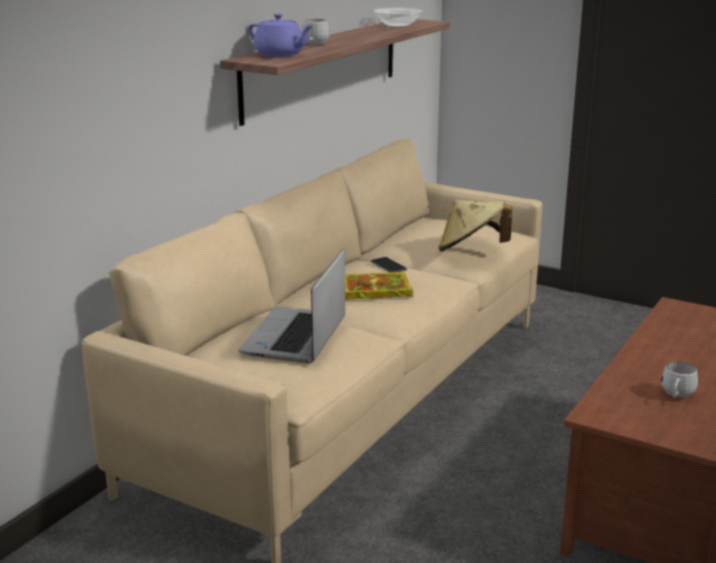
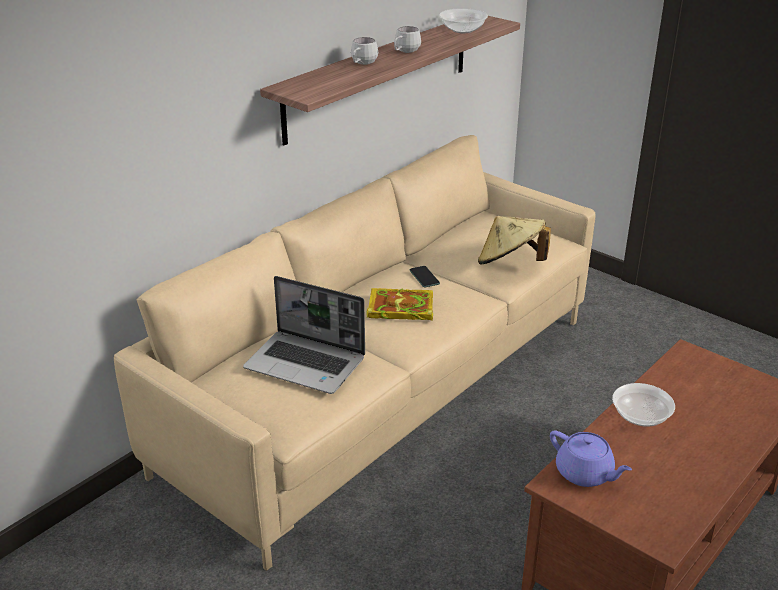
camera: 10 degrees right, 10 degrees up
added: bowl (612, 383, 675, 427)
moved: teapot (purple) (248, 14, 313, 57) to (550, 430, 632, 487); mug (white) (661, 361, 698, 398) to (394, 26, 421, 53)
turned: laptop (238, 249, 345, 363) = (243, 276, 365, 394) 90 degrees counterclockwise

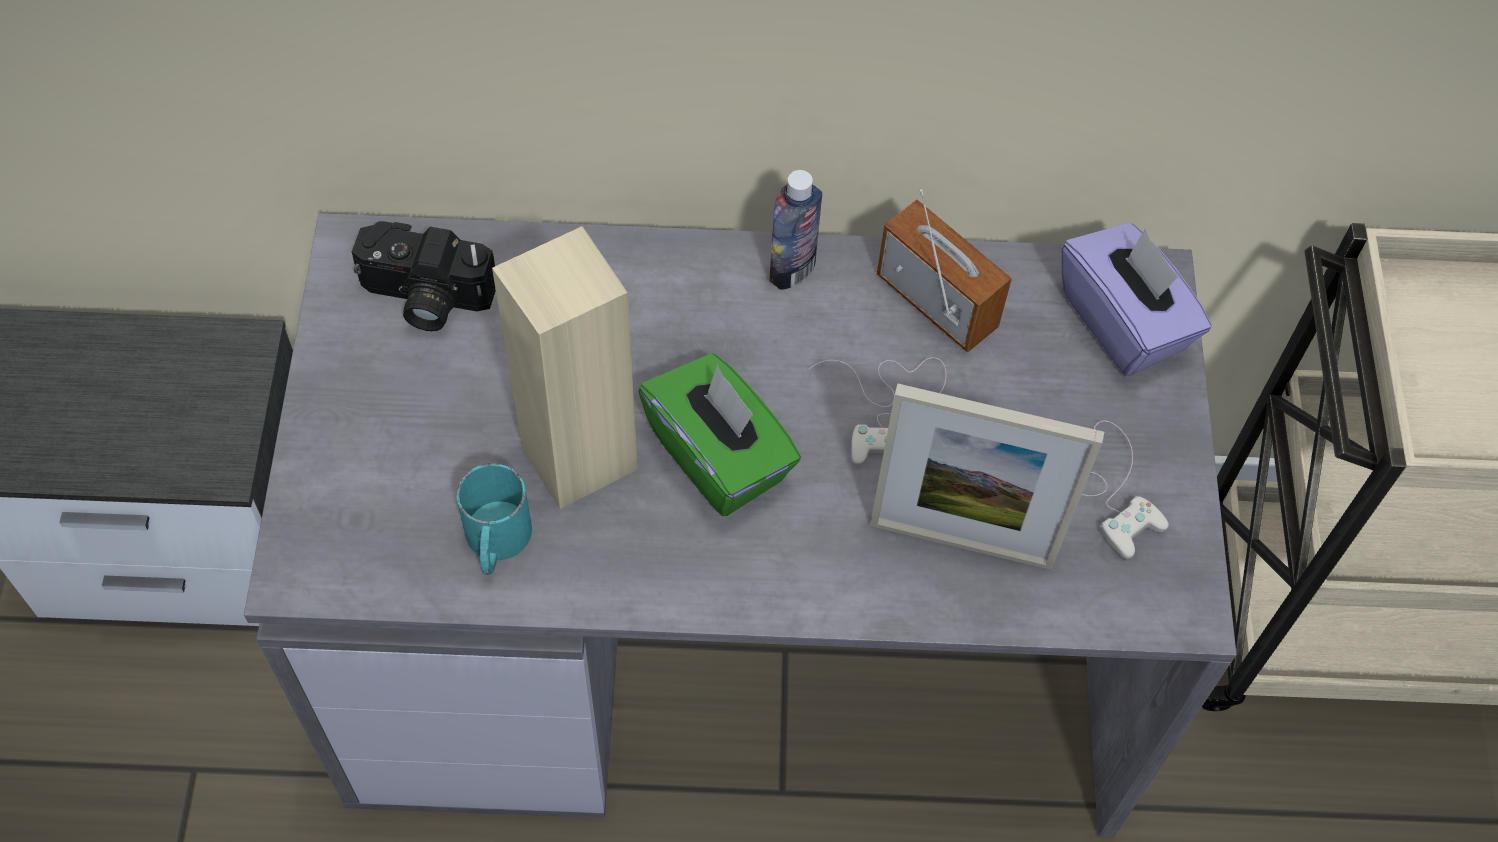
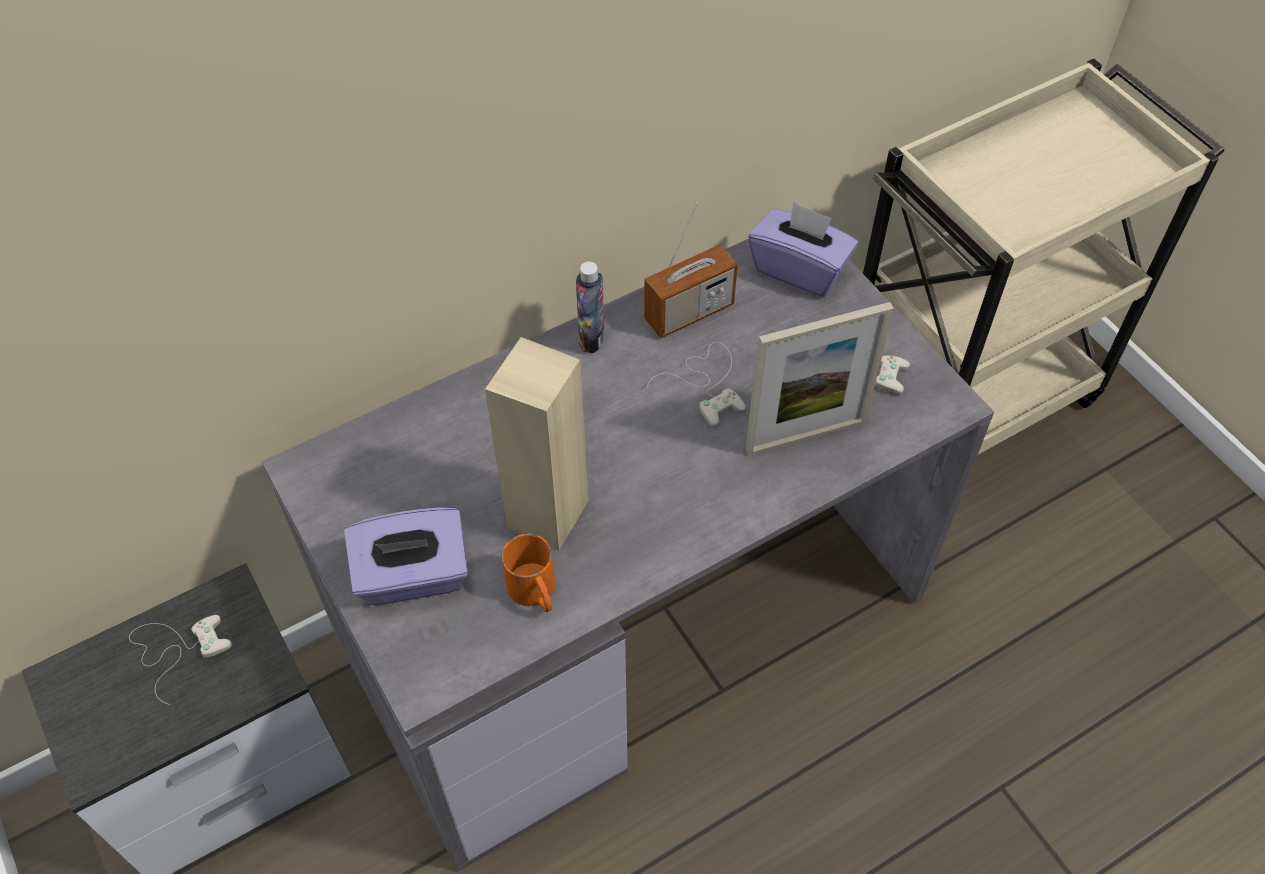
camera: 30 degrees left, 5 degrees down
removed: photo camera (352, 221, 496, 331); tissue box (green) (638, 353, 801, 516)
added: tissue box (purple) (344, 507, 468, 605); game controller (white) (129, 615, 232, 705)
recoloured: mug (turquoise) (456, 463, 532, 575) to mug (orange) (501, 534, 555, 612)
turned: radio (877, 189, 1012, 352) = (644, 202, 738, 338) 135 degrees clockwise

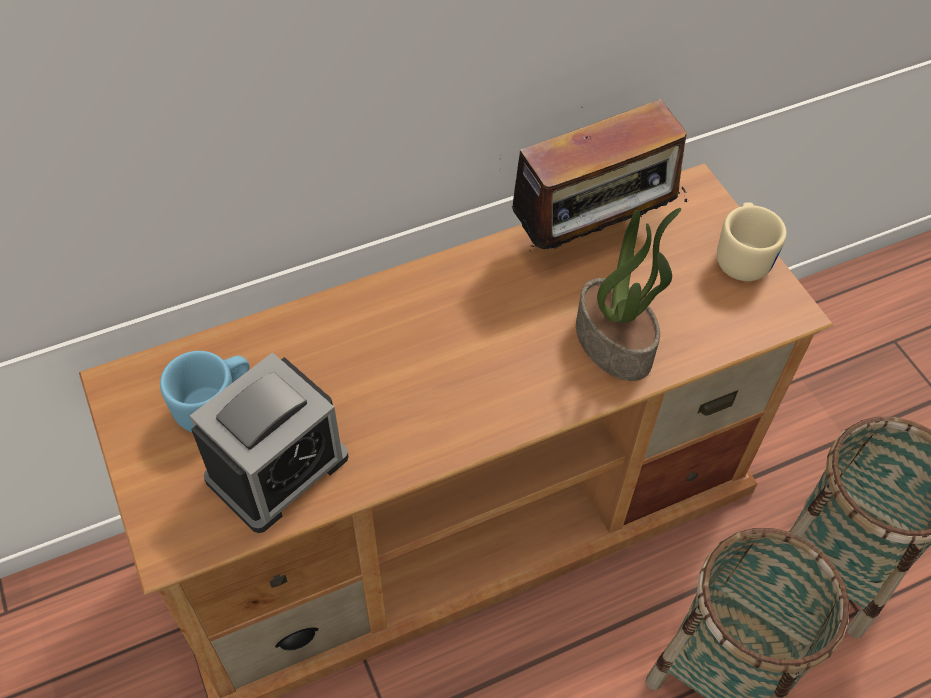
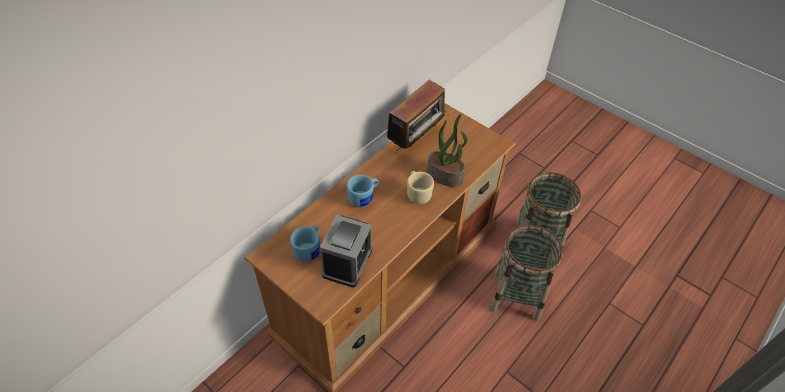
camera: 25 degrees left, 5 degrees down
added: mug (blue) (347, 175, 379, 207)
moved: mug (beige) (717, 202, 786, 281) to (407, 171, 434, 204)

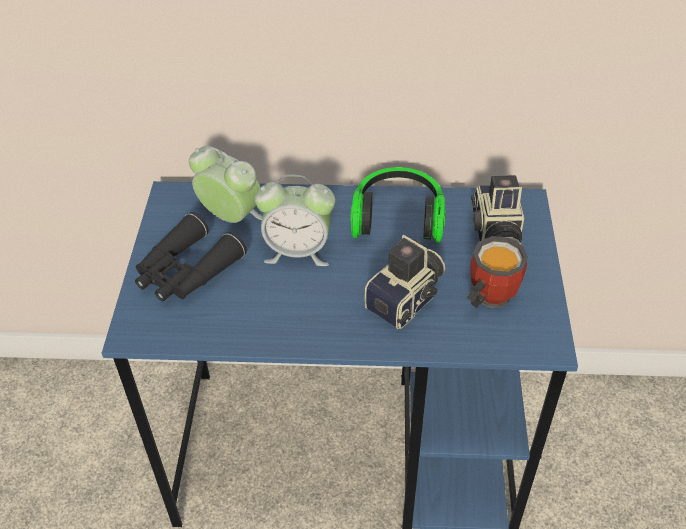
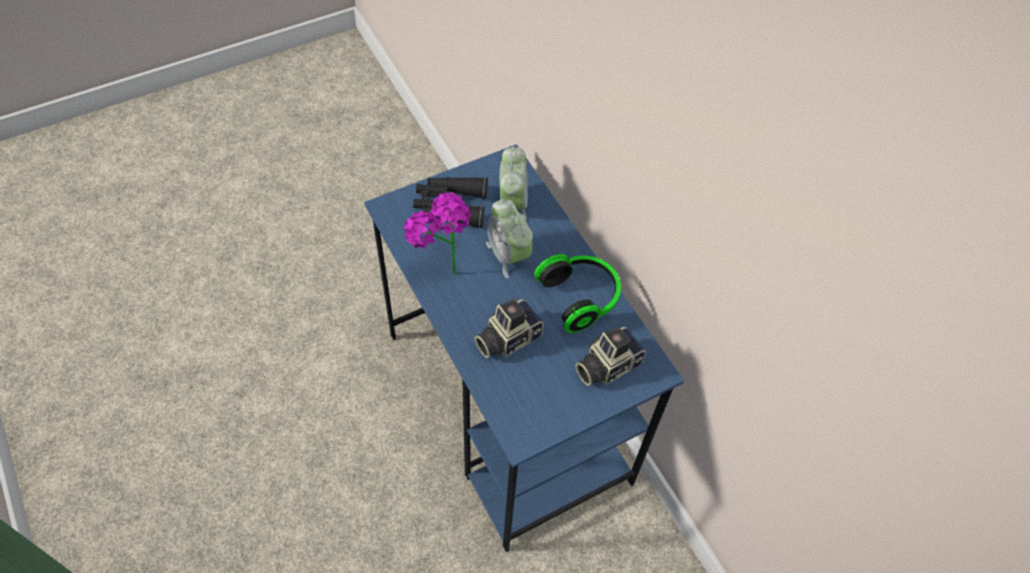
camera: 55 degrees right, 10 degrees up
removed: mug (467, 236, 528, 308)
added: potted plant (404, 192, 471, 274)
turned: photo camera (364, 235, 445, 329) = (475, 299, 544, 358) 135 degrees clockwise

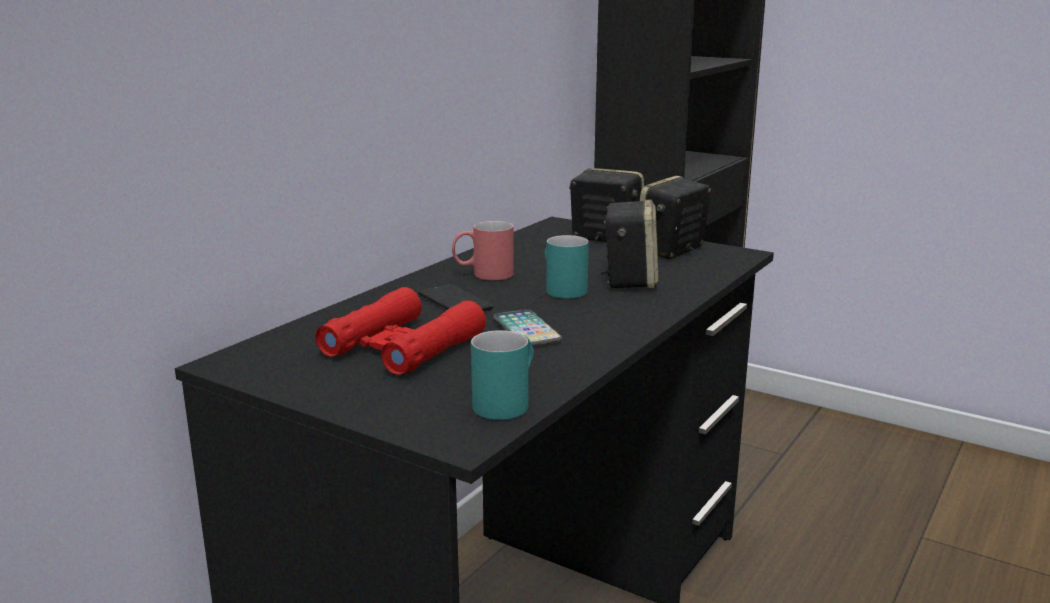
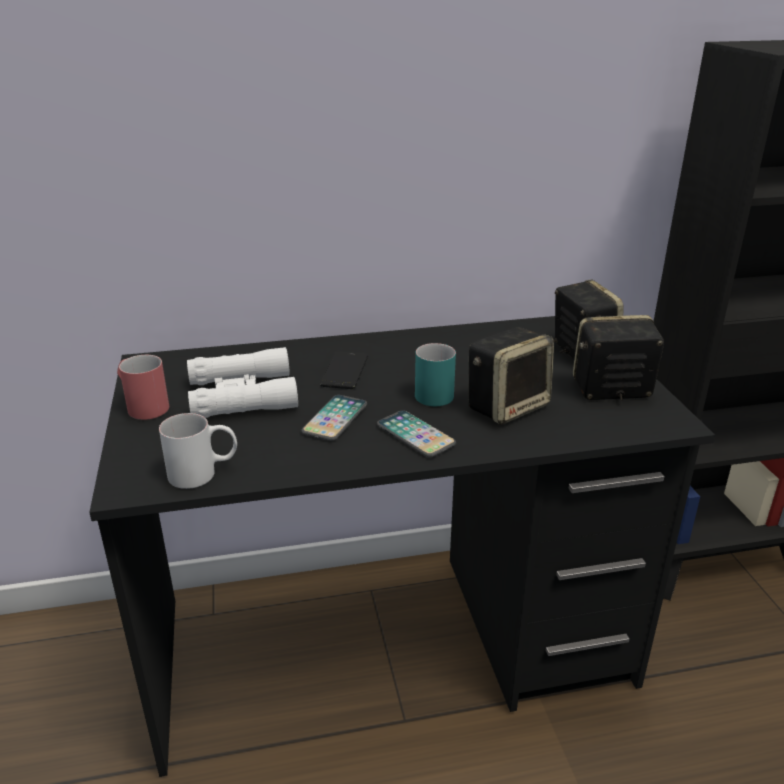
camera: 45 degrees right, 10 degrees up
added: phone (377, 410, 456, 457)
moved: mug (red) (452, 221, 514, 280) to (117, 355, 169, 420)
recoloured: binoculars (red) (315, 287, 486, 375) to binoculars (white) (187, 347, 298, 418); mug (turquoise) (471, 330, 534, 420) to mug (white) (159, 413, 237, 489)

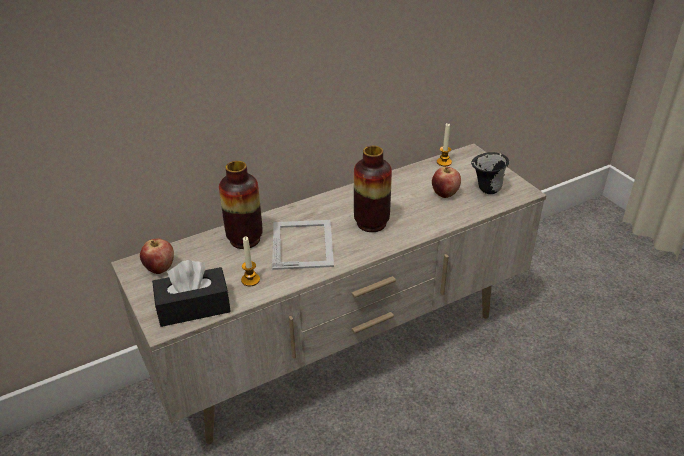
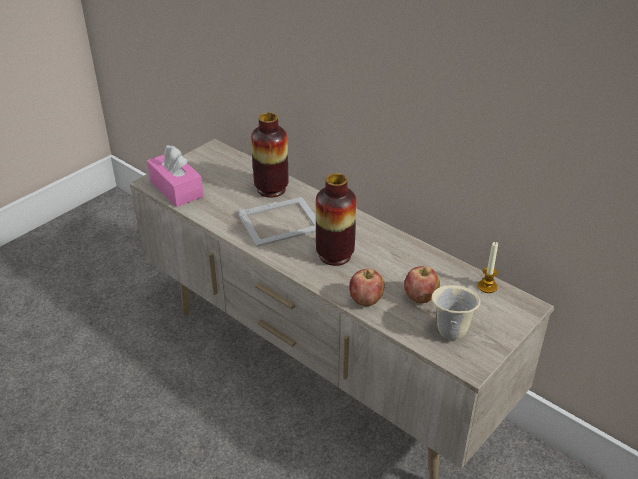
camera: 70 degrees right, 0 degrees up
removed: candle (241, 236, 260, 286)
moved: apple (140, 239, 174, 274) to (349, 269, 384, 306)
recoloured: mug (black) (471, 152, 509, 194) to mug (beige) (431, 285, 480, 340); tissue box (black) (152, 260, 231, 327) to tissue box (pink) (147, 145, 204, 207)

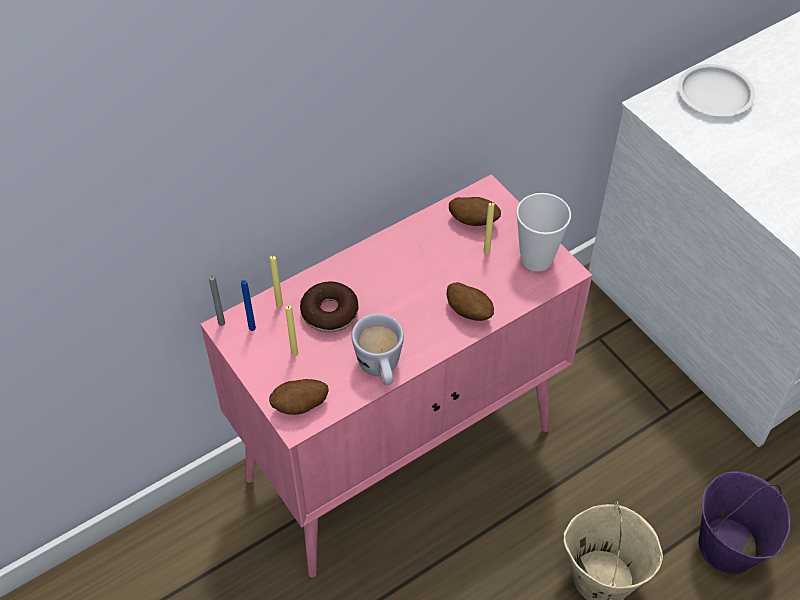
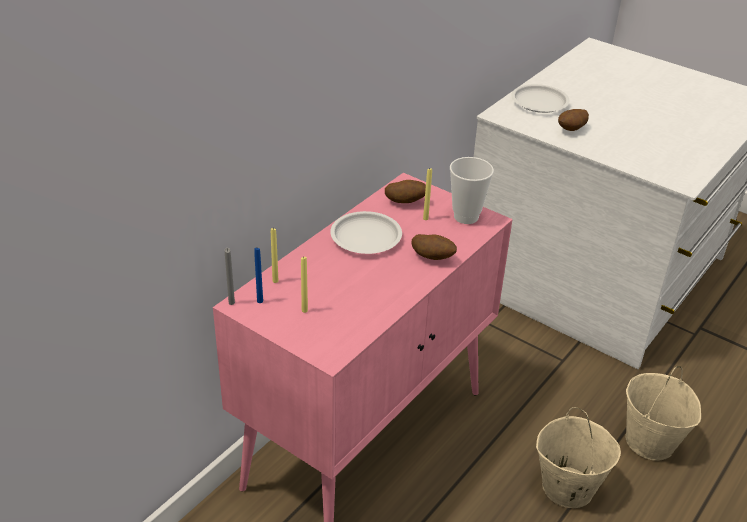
camera: 20 degrees left, 15 degrees down
removed: donut (300, 282, 359, 332); mug (white) (352, 314, 404, 385)
added: plate (white) (330, 211, 402, 254)
moved: potato (269, 379, 329, 415) to (558, 109, 589, 131)
recoloured: bucket (purple) (699, 471, 791, 574) to bucket (beige) (625, 366, 701, 461)

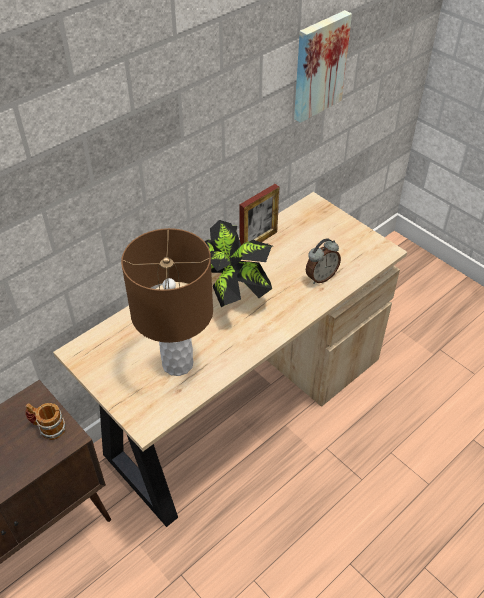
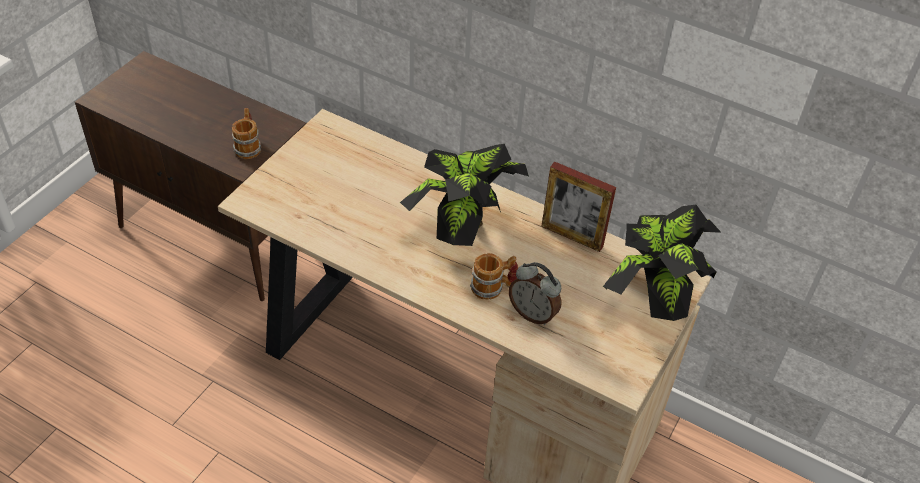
camera: 70 degrees right, 0 degrees up
removed: picture (294, 10, 352, 123); table lamp (brown) (121, 228, 213, 376)
added: potted plant (603, 205, 722, 321); mug (470, 253, 518, 300)

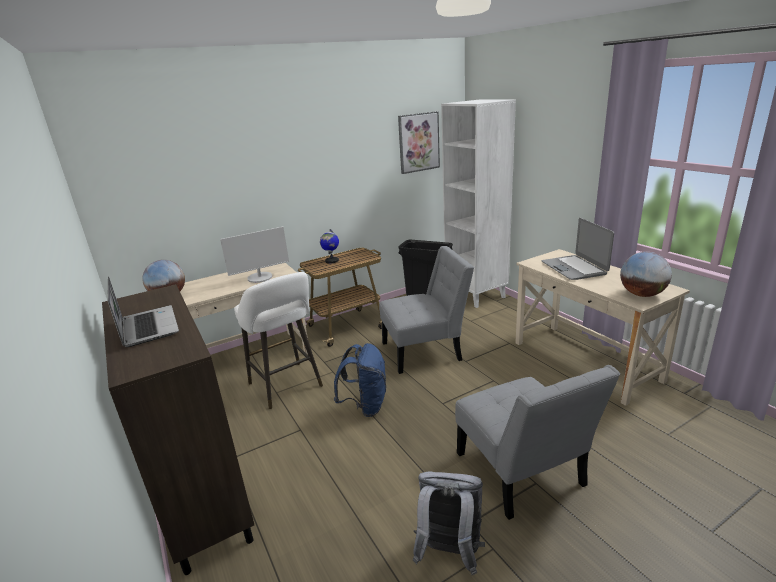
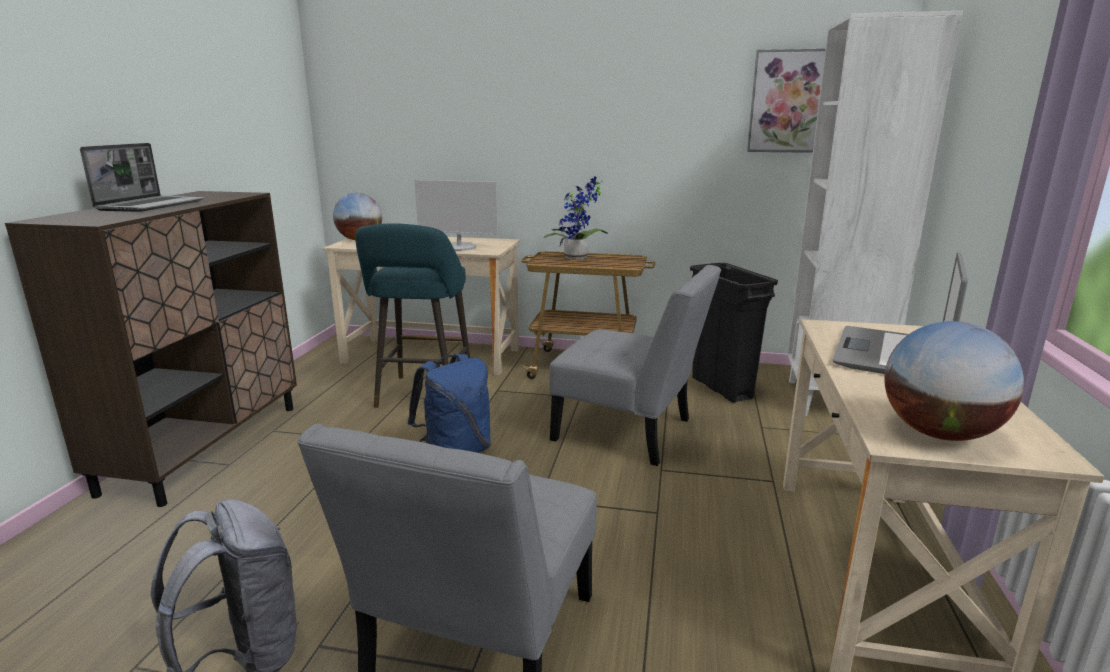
camera: 40 degrees right, 5 degrees down
replaced: globe (320, 229, 339, 264) to potted plant (544, 176, 608, 260)
recoloured: stool (white) (234, 272, 323, 409) to stool (turquoise) (355, 223, 470, 408)

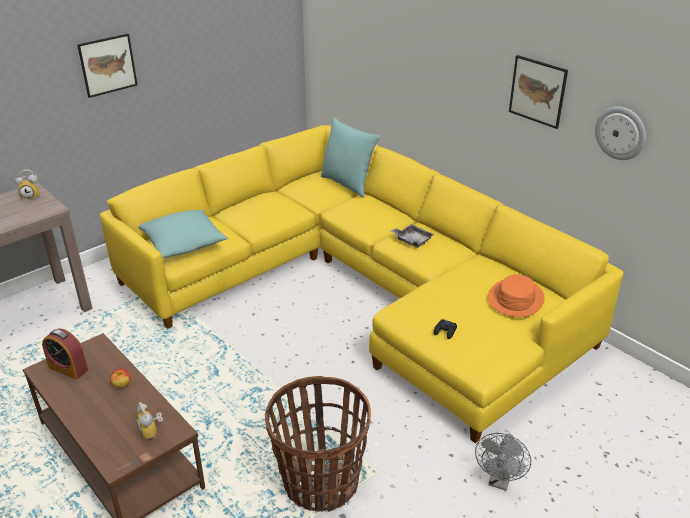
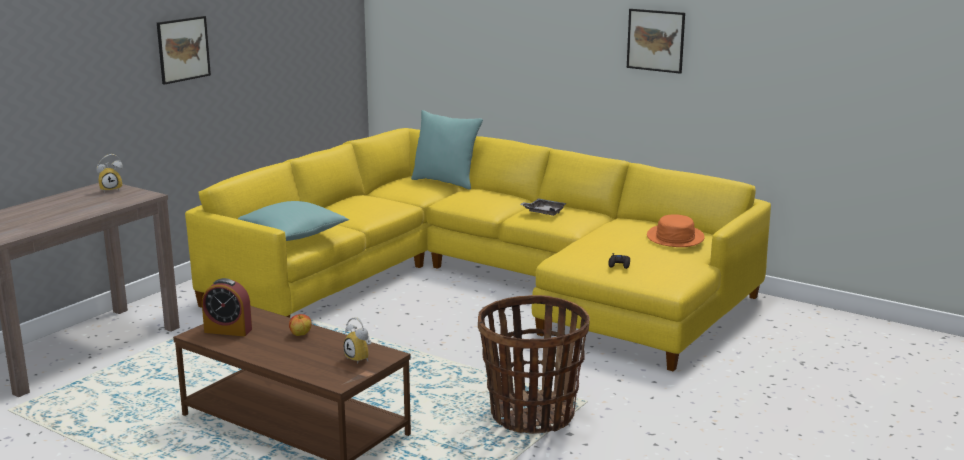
camera: 15 degrees left, 15 degrees down
removed: wall clock (595, 107, 646, 160); fan (grey) (475, 433, 531, 491)

